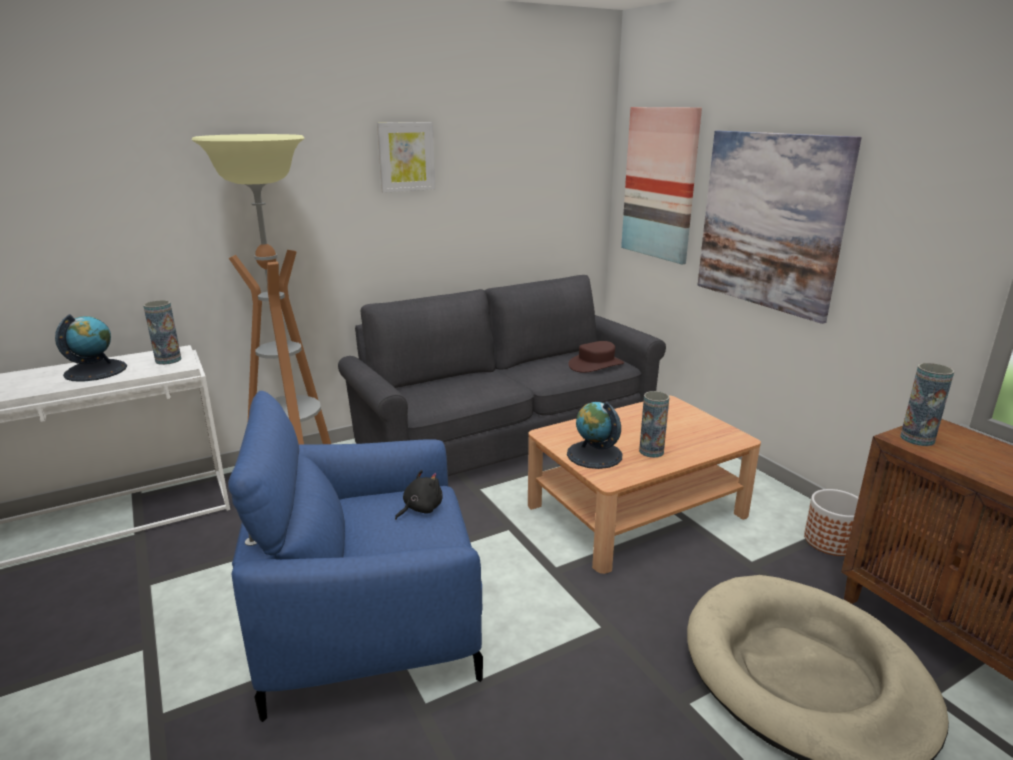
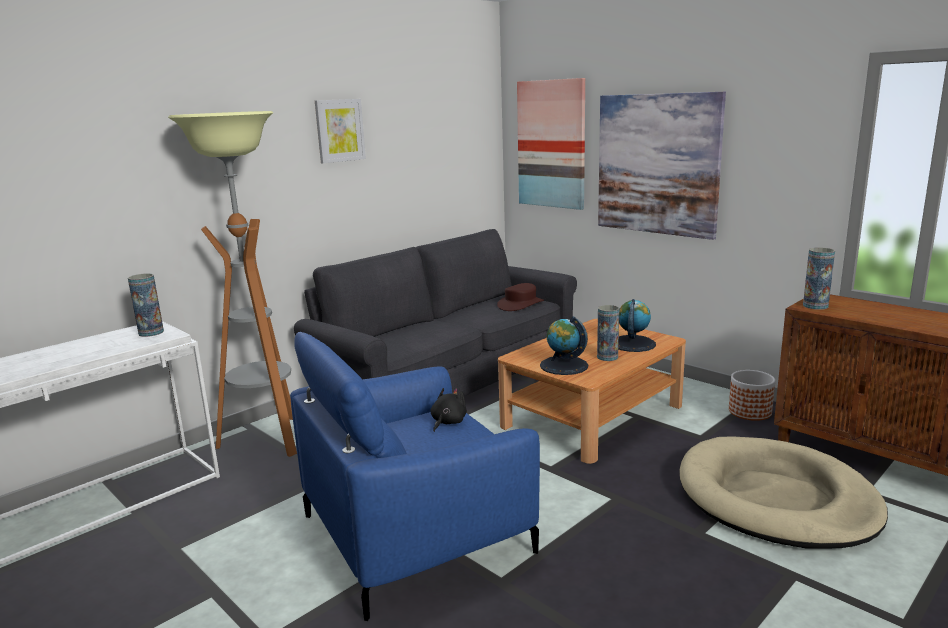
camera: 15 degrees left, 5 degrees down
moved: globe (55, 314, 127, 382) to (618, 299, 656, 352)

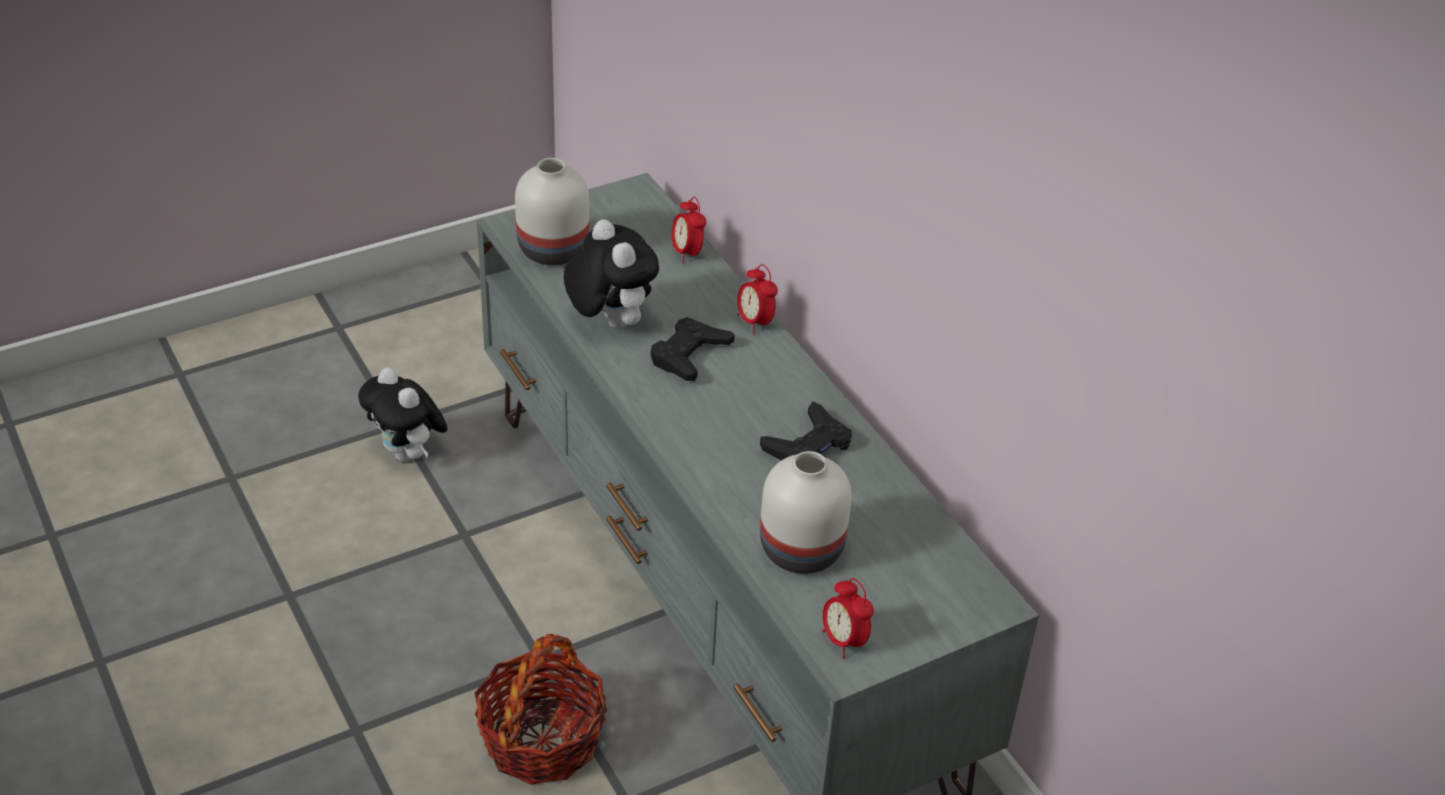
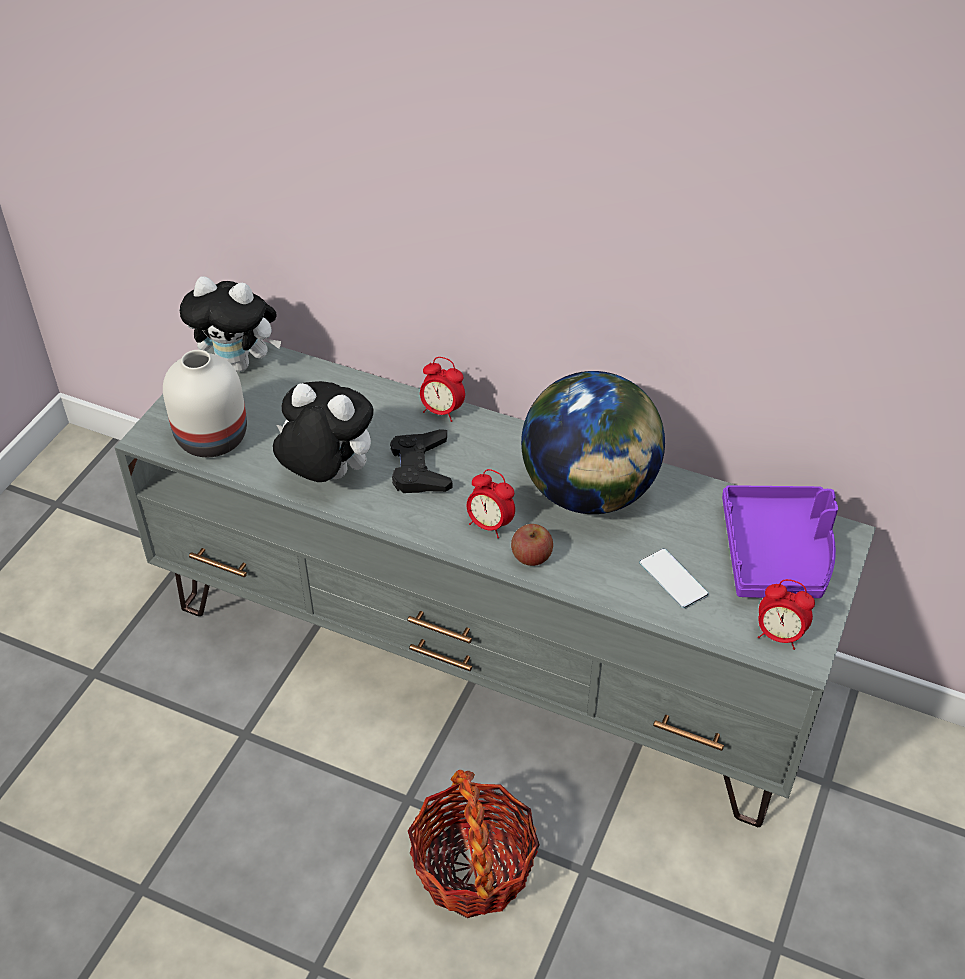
camera: 35 degrees left, 5 degrees up
added: tray (purple) (722, 485, 838, 598); apple (511, 524, 553, 566)
moved: alarm clock (672, 197, 706, 263) to (467, 469, 515, 538); plush toy (358, 367, 448, 462) to (179, 277, 282, 372)
replaced: game controller (black) (760, 401, 852, 460) to globe (521, 371, 665, 514); vase (white) (760, 451, 851, 574) to phone (639, 548, 709, 609)

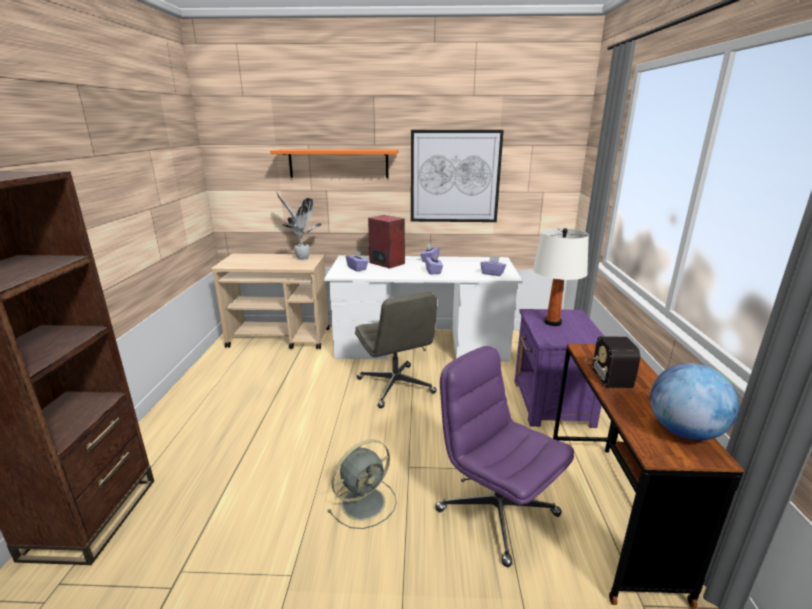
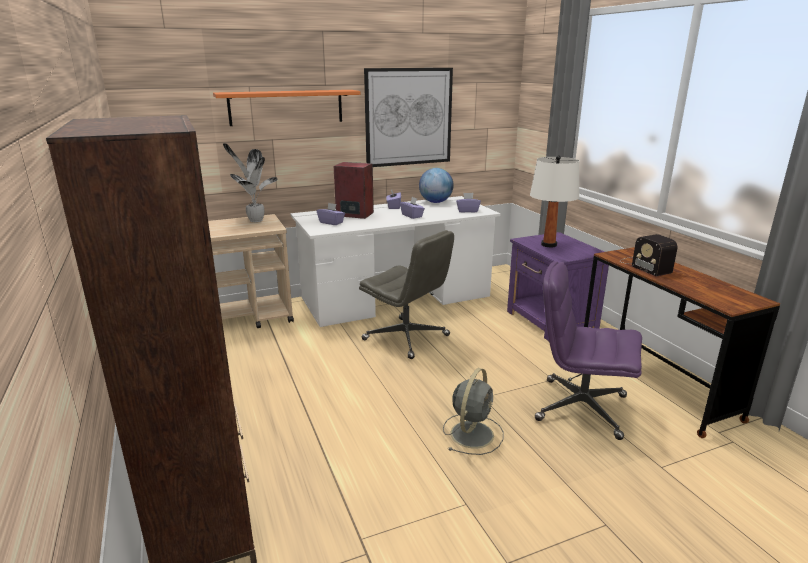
camera: 25 degrees left, 0 degrees up
moved: globe (650, 363, 740, 440) to (419, 168, 454, 203)

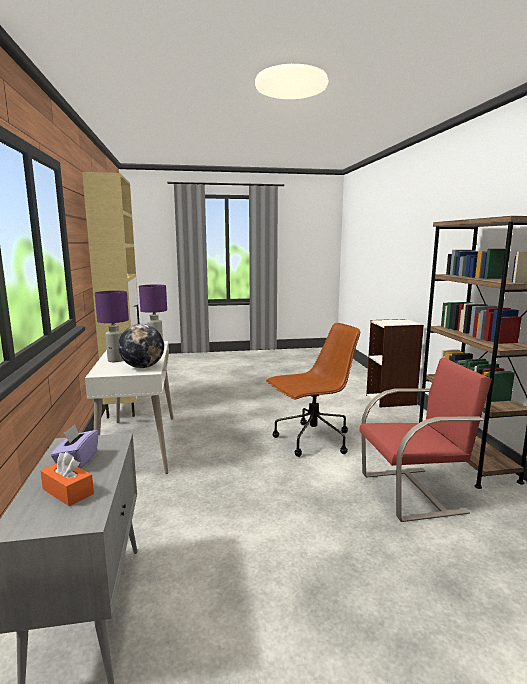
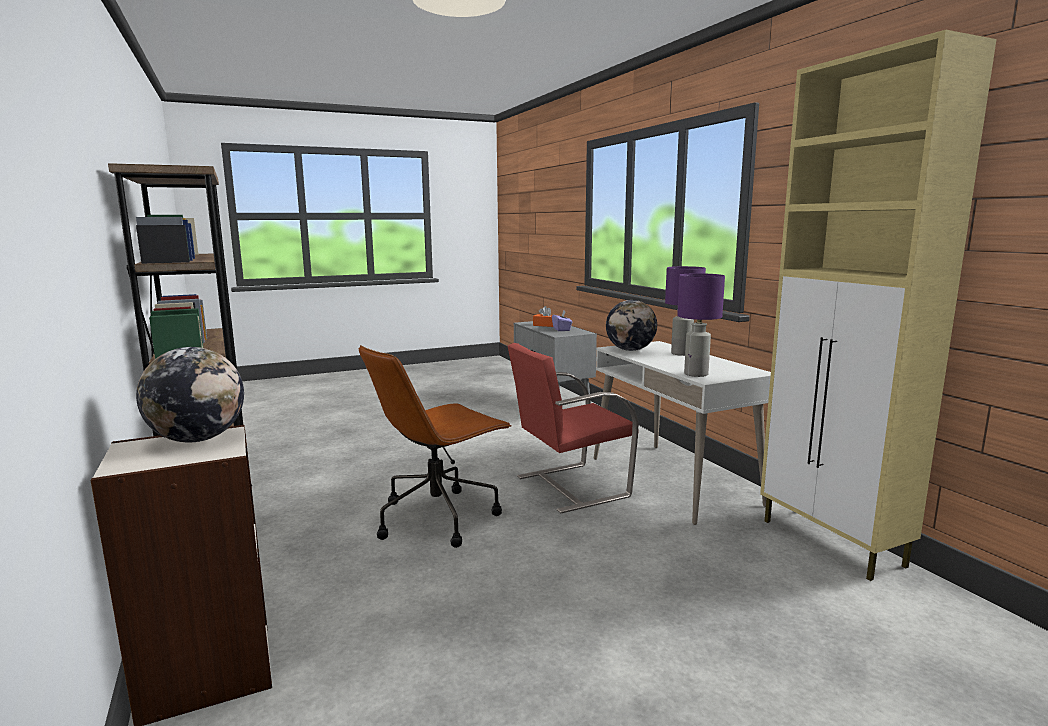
camera: 165 degrees right, 0 degrees up
added: globe (136, 347, 244, 442)
moved: chair (red) (359, 358, 492, 522) to (508, 343, 639, 514)

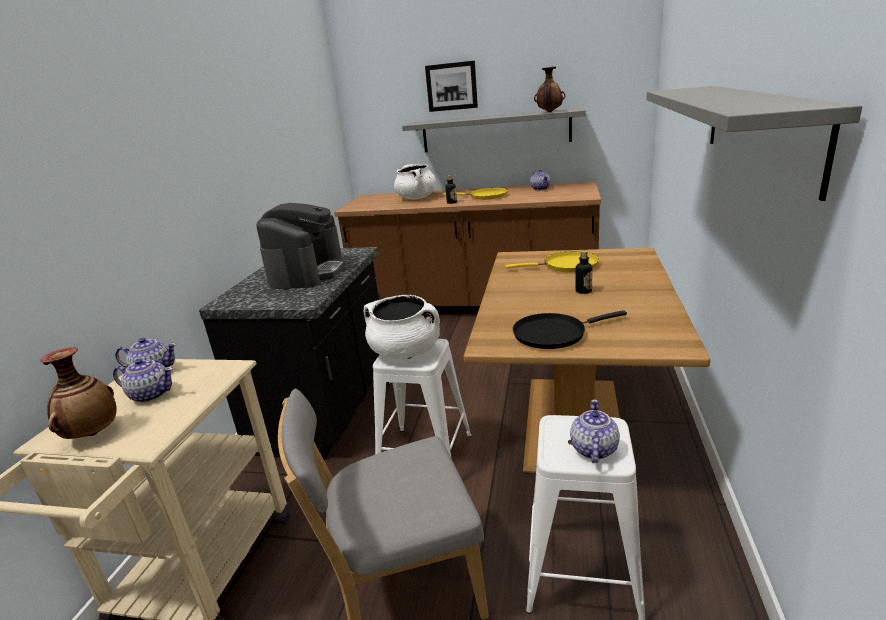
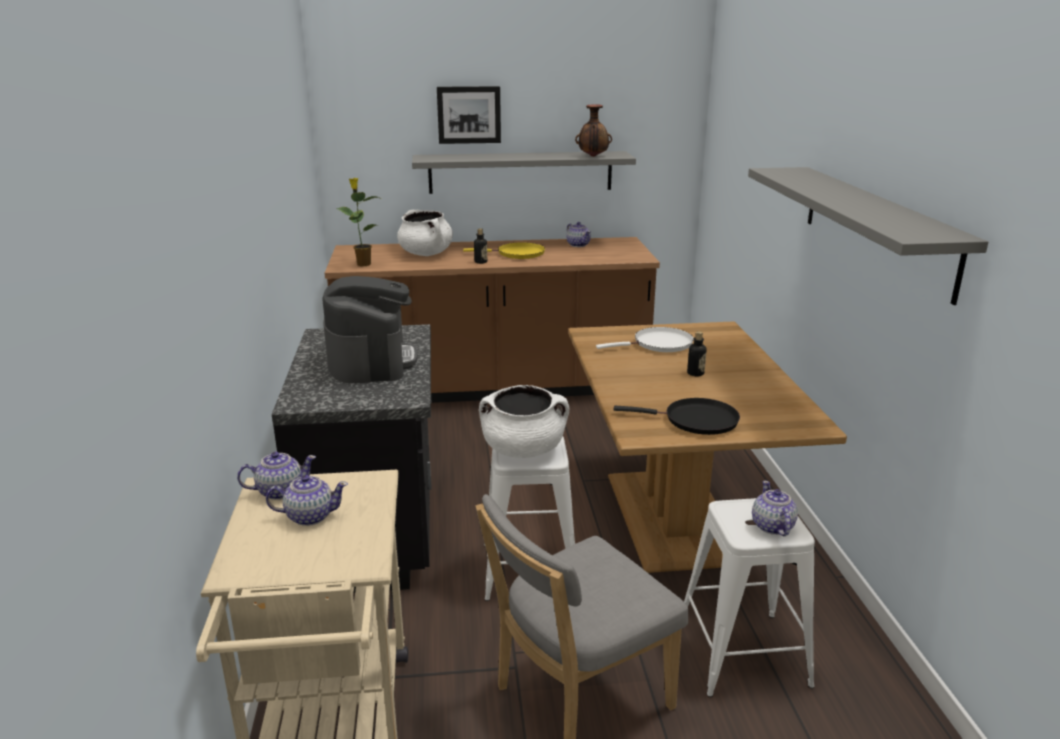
camera: 20 degrees left, 0 degrees up
removed: vase (40, 348, 117, 439)
added: potted plant (336, 178, 382, 266)
recoloured: frying pan (yellow) (506, 251, 599, 273) to frying pan (white) (596, 327, 694, 352)
turned: frying pan (black) (513, 310, 627, 349) = (614, 398, 740, 435) 135 degrees counterclockwise

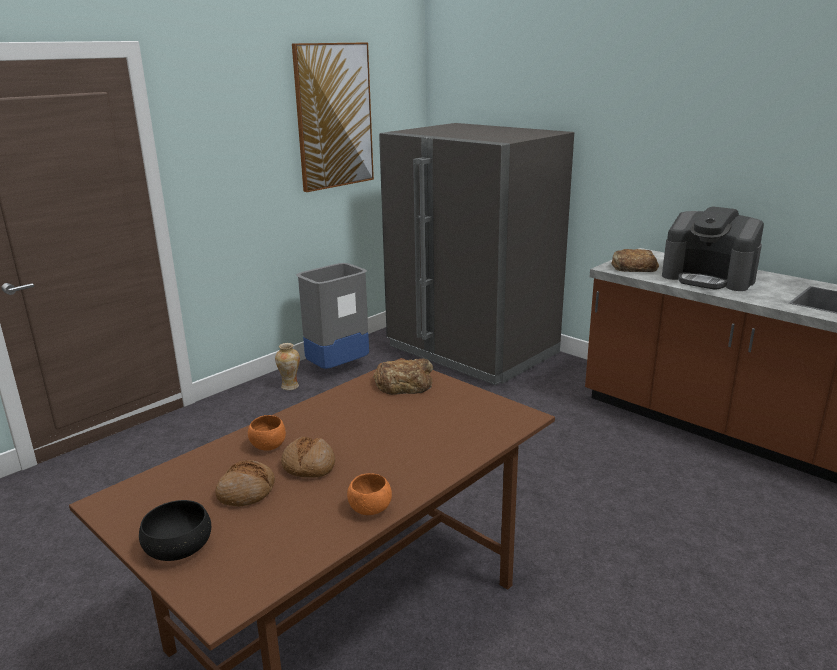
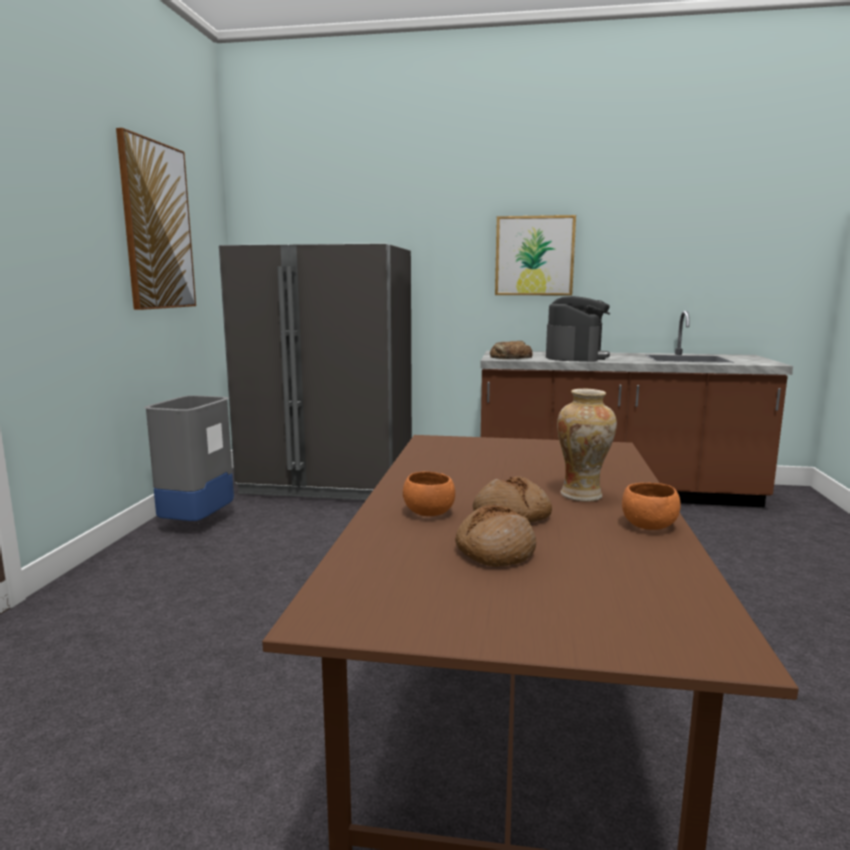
camera: 35 degrees left, 10 degrees down
removed: bread (373, 359, 433, 395); bowl (black) (139, 500, 211, 561)
added: picture (495, 215, 576, 295)
moved: vase (275, 343, 300, 390) to (557, 389, 617, 501)
turned: coffee machine (662, 206, 764, 291) = (546, 296, 610, 362) 75 degrees counterclockwise

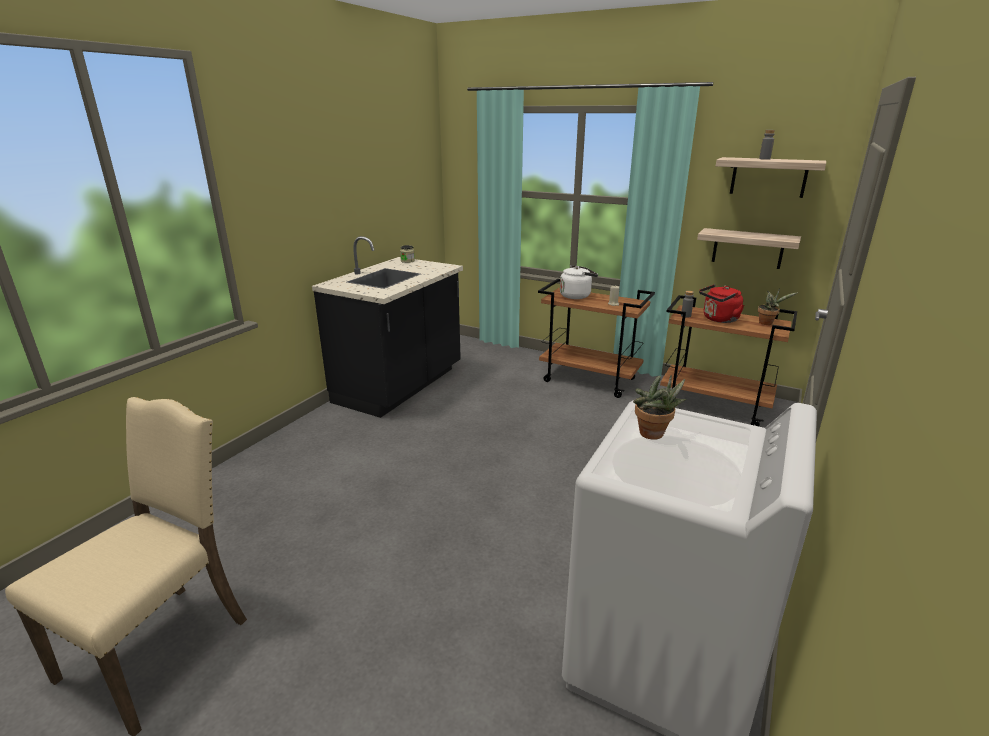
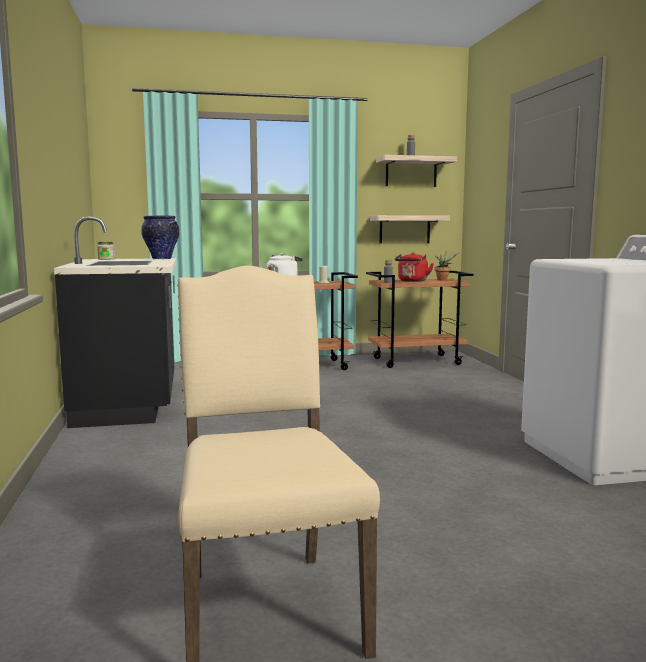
camera: 40 degrees left, 15 degrees down
removed: potted plant (633, 375, 686, 440)
added: vase (141, 215, 179, 259)

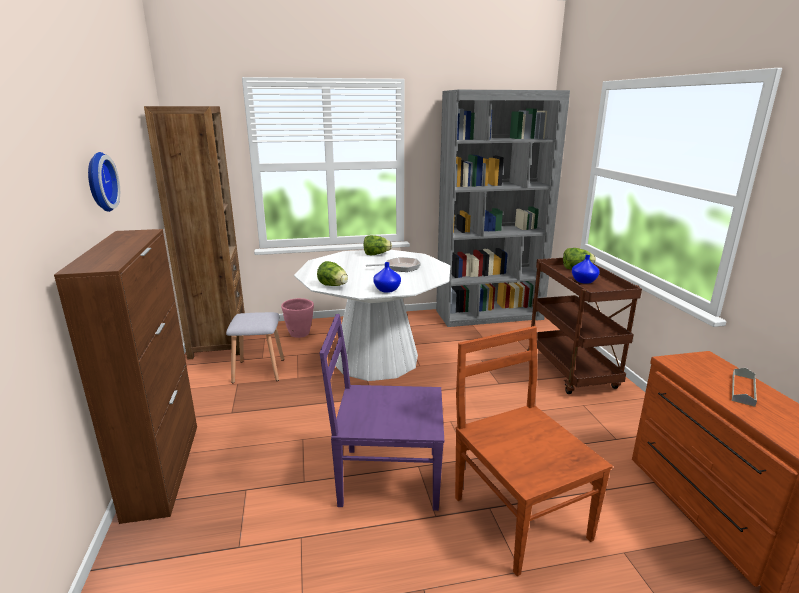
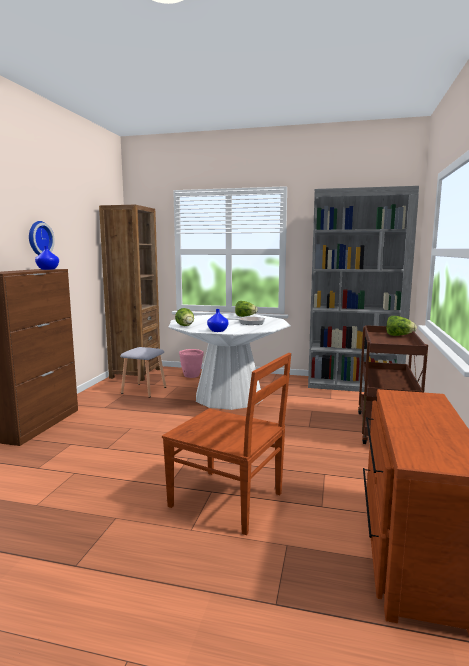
camera: 25 degrees right, 10 degrees down
removed: chair (purple) (319, 314, 444, 511); tray (grey) (732, 368, 757, 407)
moved: vase (blue) (572, 255, 600, 284) to (35, 246, 59, 270)
turned: chair (brown) (455, 326, 613, 576) = (162, 353, 291, 535) 120 degrees clockwise

